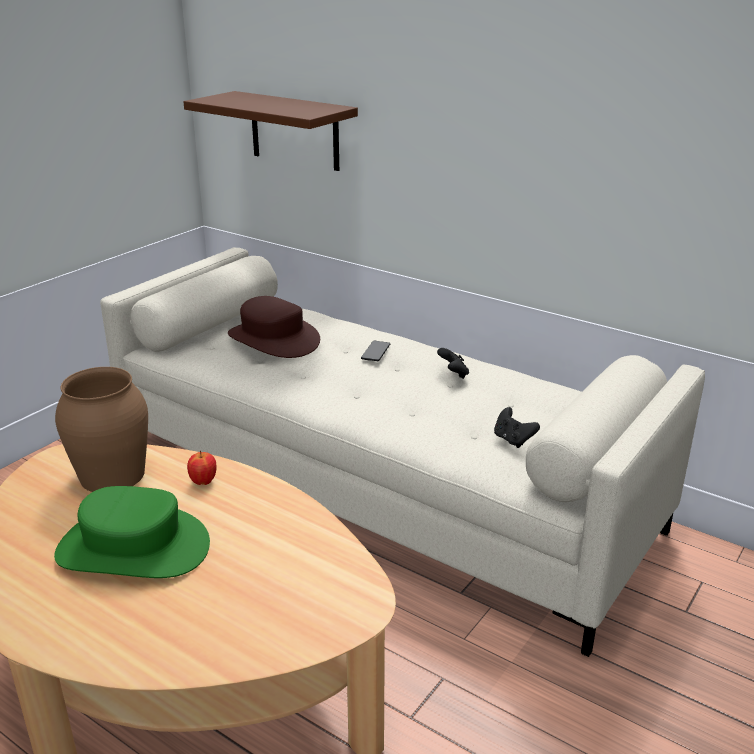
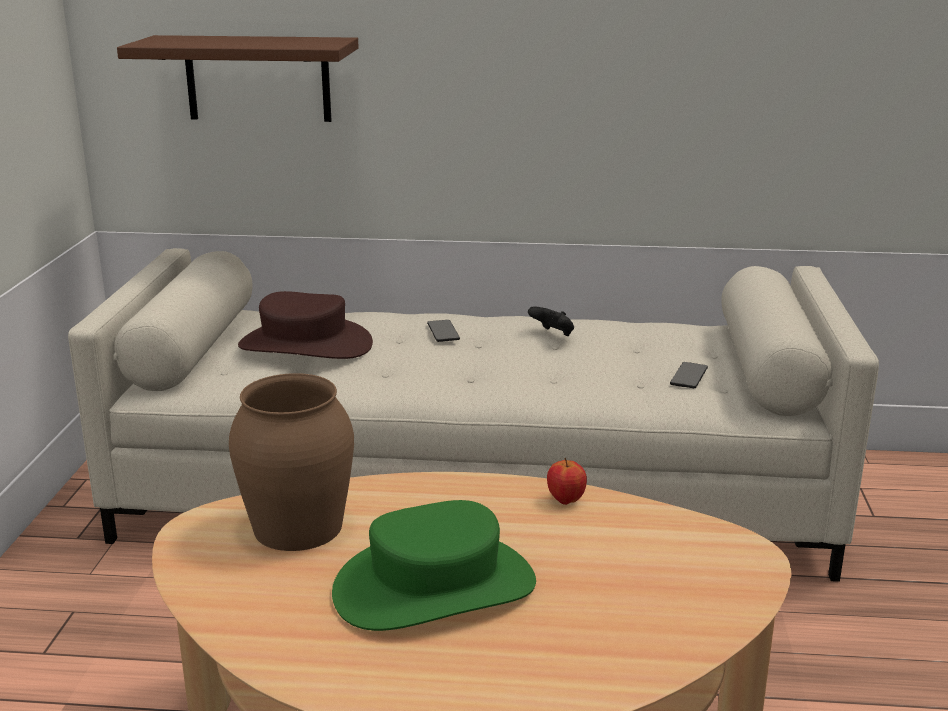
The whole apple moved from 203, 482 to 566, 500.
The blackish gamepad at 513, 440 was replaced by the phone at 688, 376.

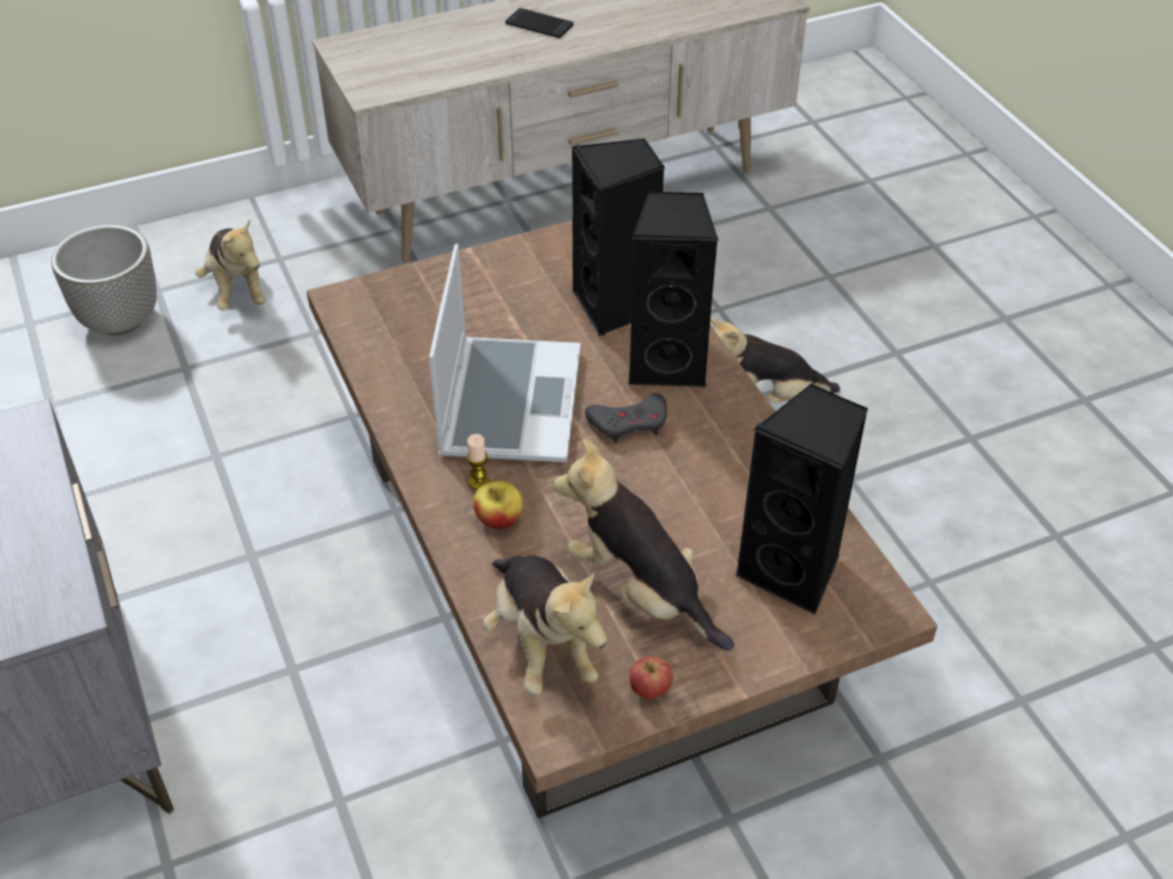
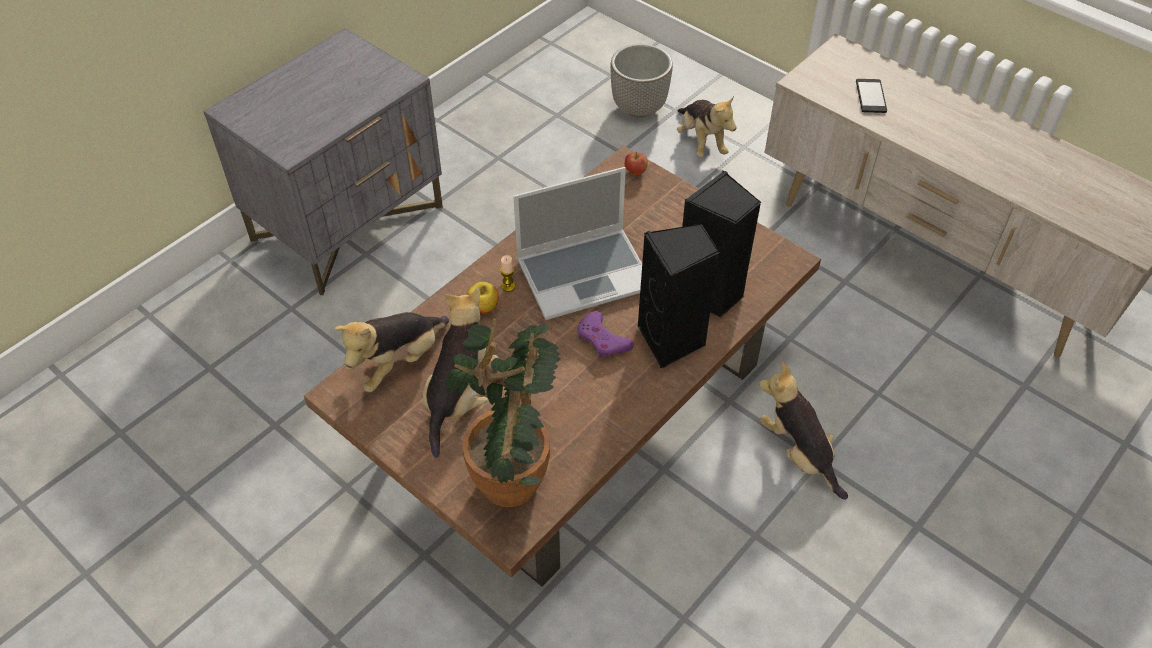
The cuddly toy at 237, 289 turned 60 degrees counterclockwise.
The phone moved from 539, 24 to 870, 96.
The grey gamepad at 629, 423 became the purple-coloured gamepad at 602, 339.
The whole apple moved from 650, 690 to 635, 171.
The blackish audio speaker at 794, 571 was replaced by the plant in a pot at 517, 471.

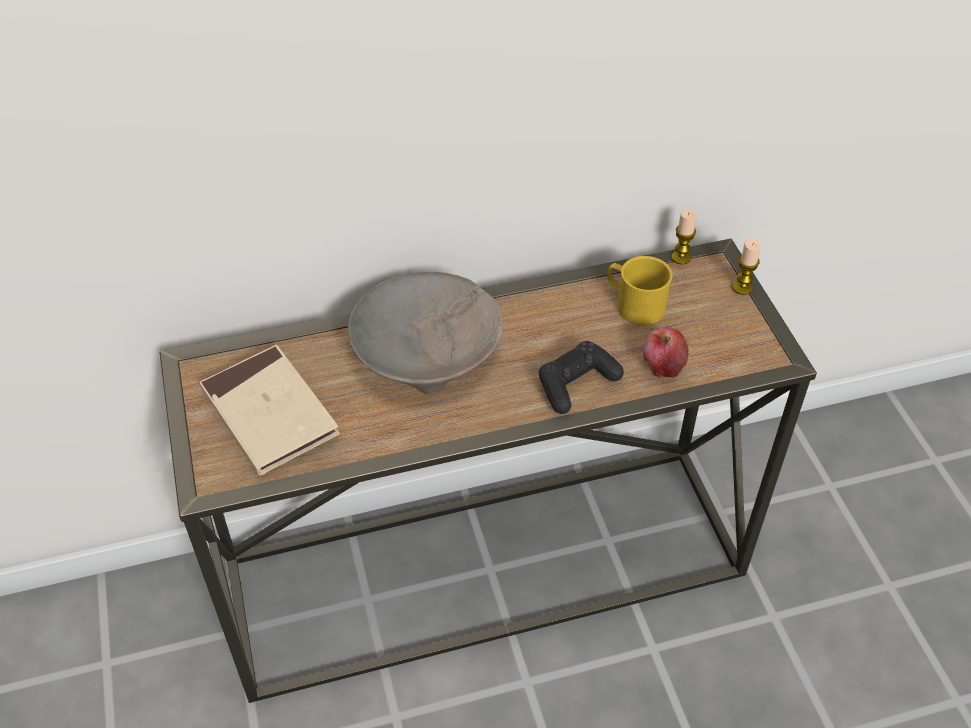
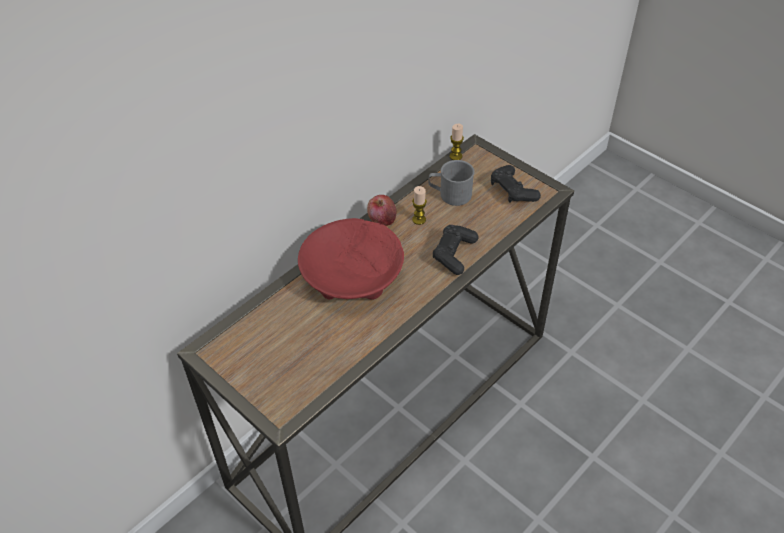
The beige-coloured bound book at 269, 414 disappeared.
The beige-coloured bowl at 425, 351 became the reddish bowl at 351, 275.
The yellowish coffee mug at 634, 304 became the grey coffee mug at 450, 194.
The whole apple moved from 663, 365 to 382, 220.
The wax candle moved from 742, 288 to 419, 219.
The blackish gamepad at 512, 191 appeared.

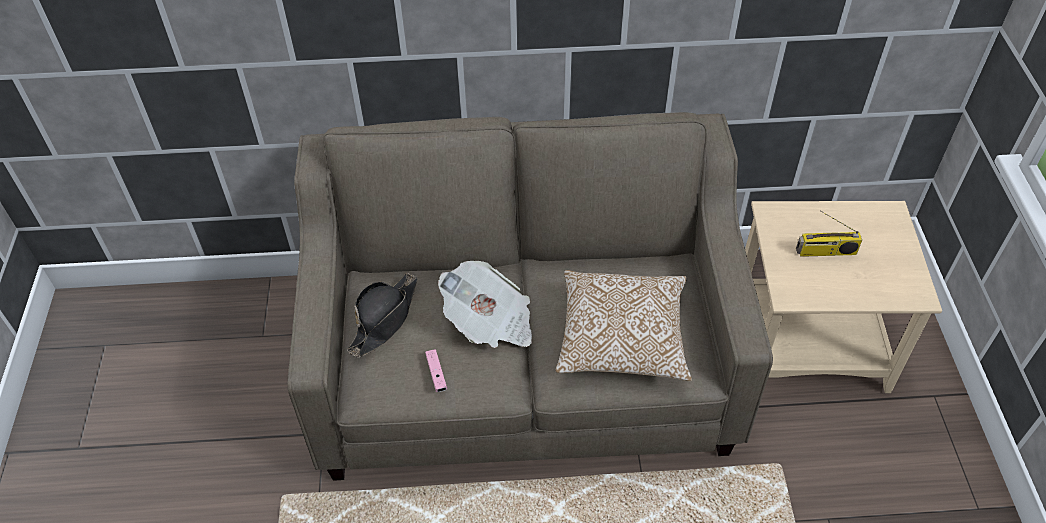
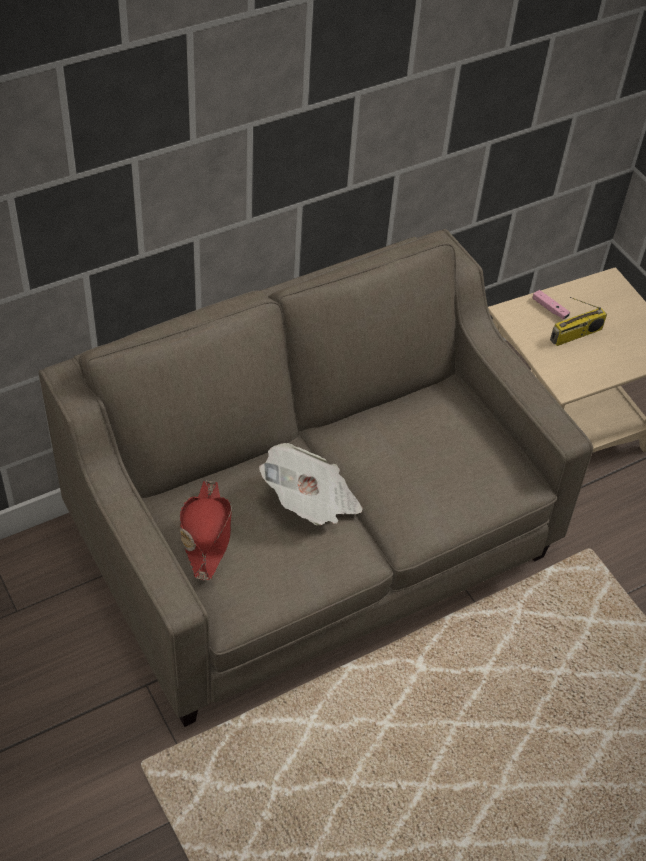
The blackish wearable hat at 384, 318 became the reddish wearable hat at 206, 534.
The pink gamepad moved from 436, 374 to 550, 308.
The pillow at 621, 338 disappeared.

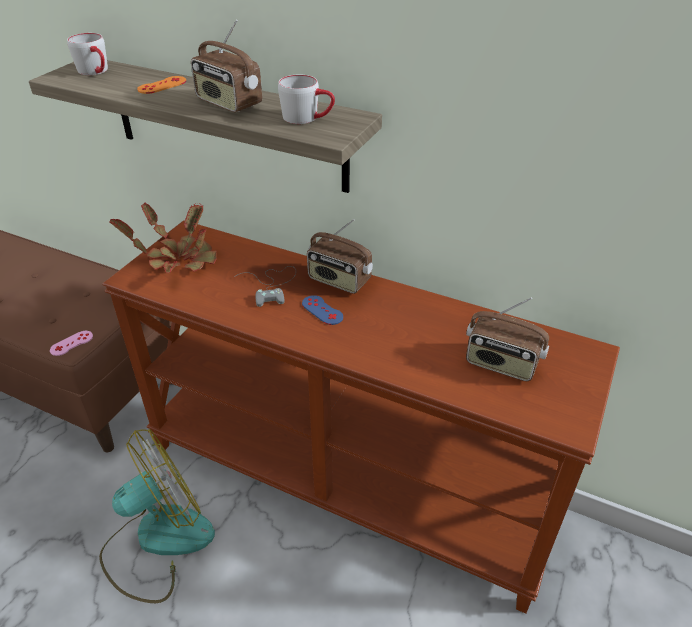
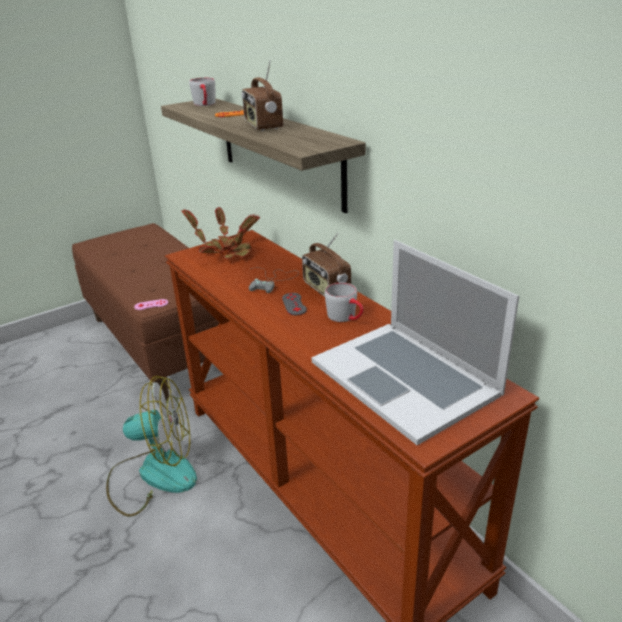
The grey coffee mug moved from 308, 118 to 346, 317.
The bluish gamepad at 322, 310 became the grey gamepad at 294, 304.
The radio receiver at 501, 364 was replaced by the portable computer at 405, 377.

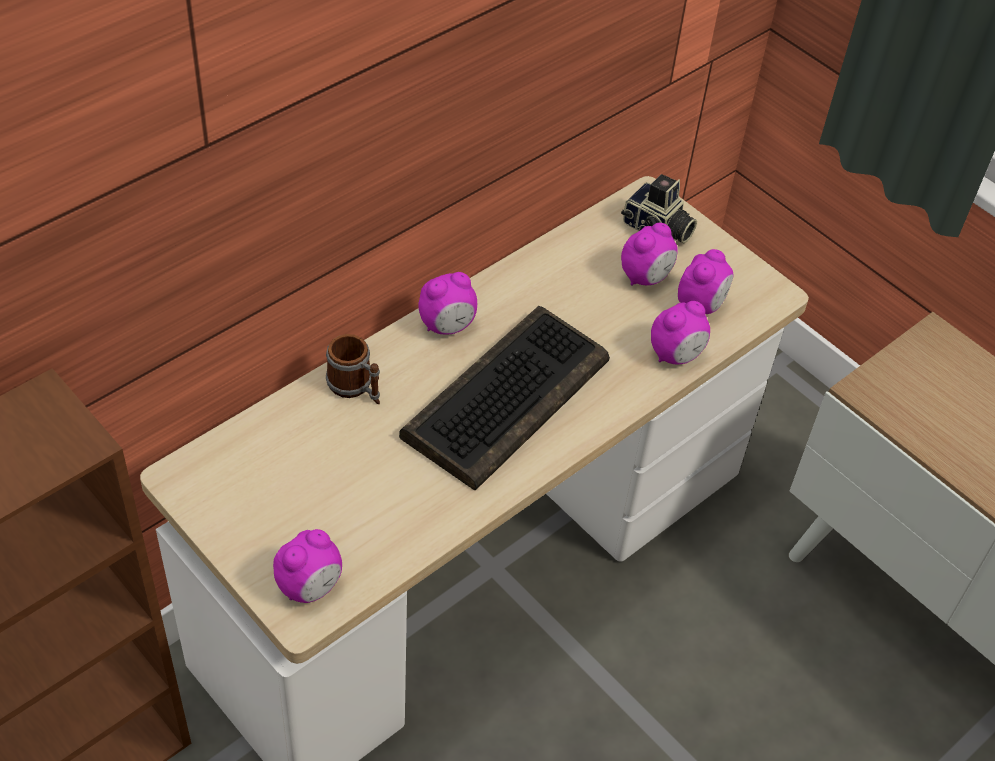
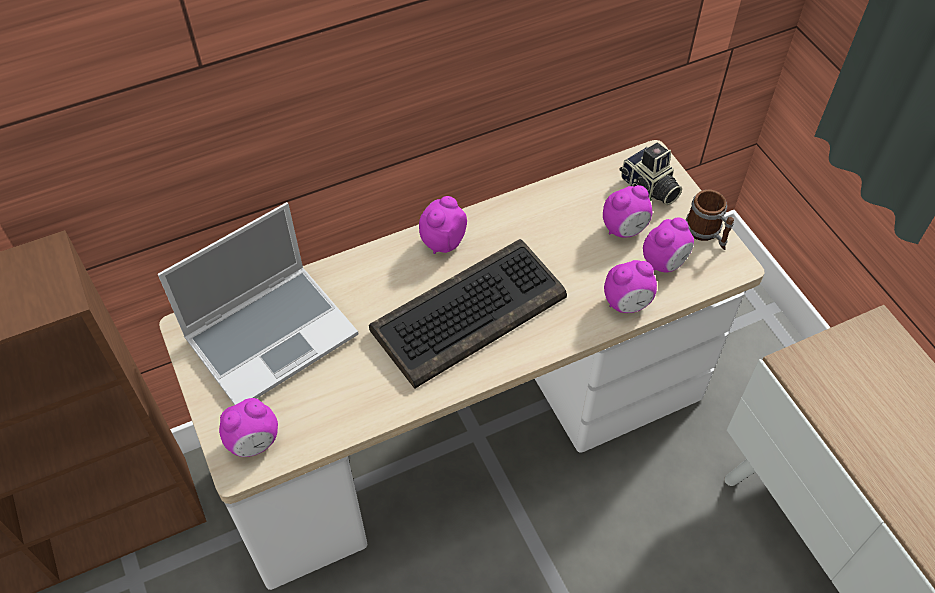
The coffee mug moved from 355, 388 to 707, 233.
The bedside clock at 447, 326 turned 135 degrees clockwise.
The portable computer at 272, 335 appeared.

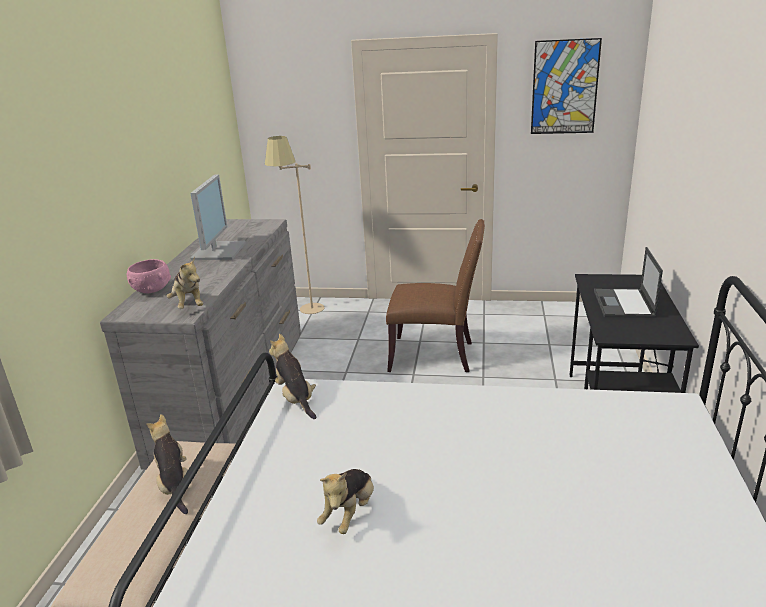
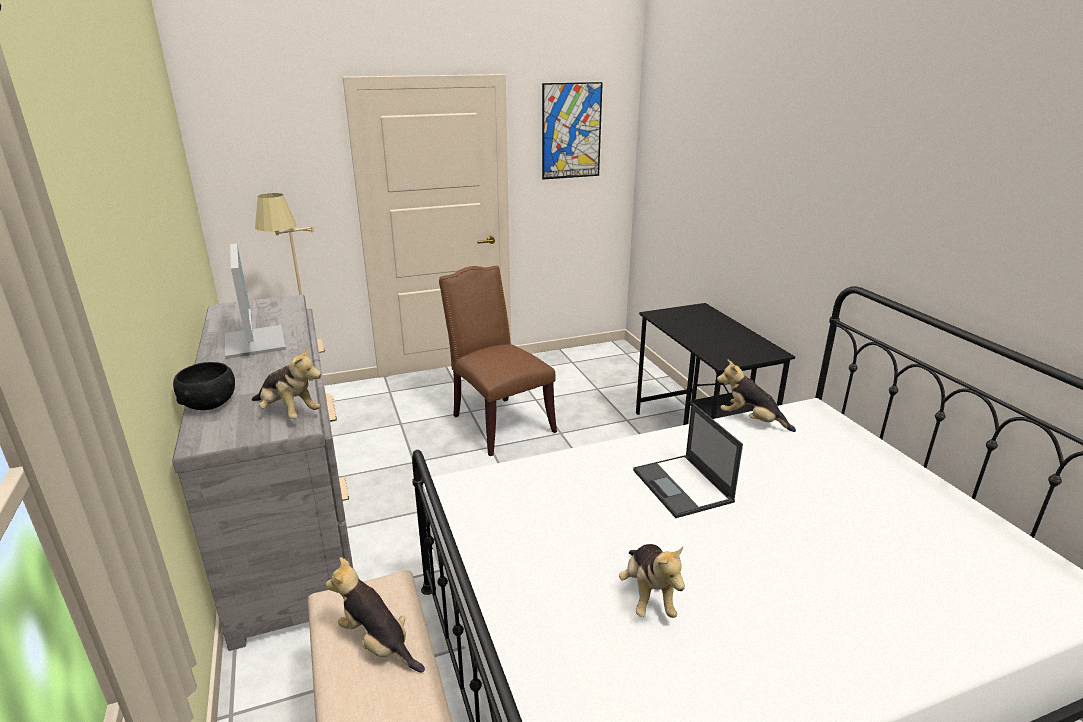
The pink bowl at 151, 290 became the blackish bowl at 210, 404.
The cuddly toy moved from 296, 399 to 751, 421.
The brown-coloured upright chair at 435, 355 turned 105 degrees counterclockwise.
The portable computer moved from 624, 304 to 683, 486.

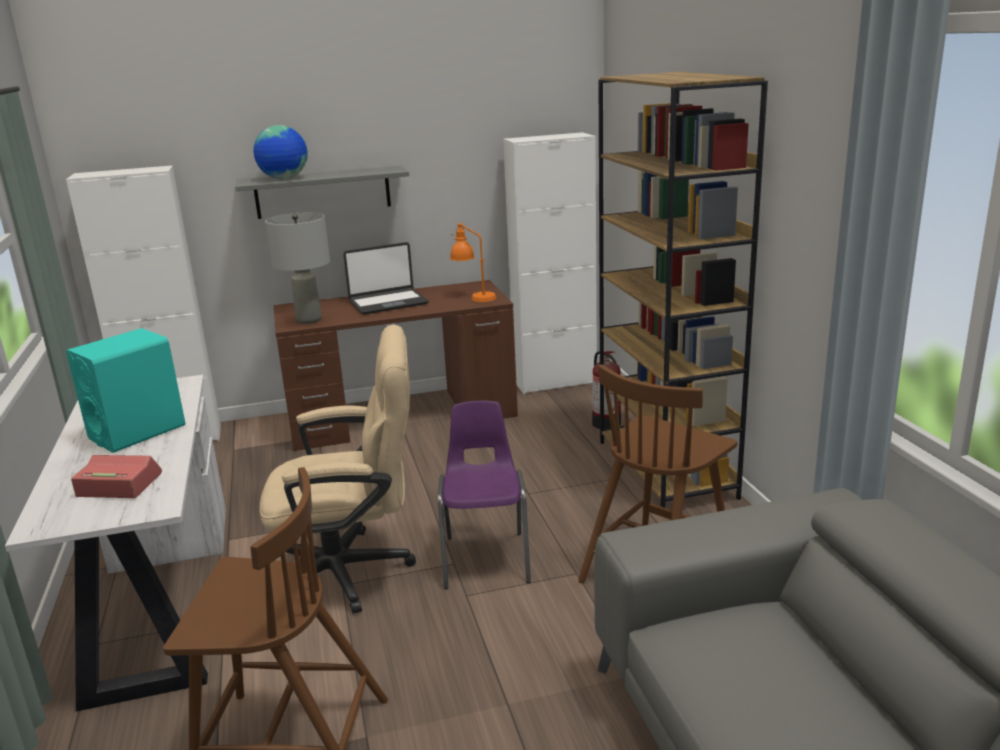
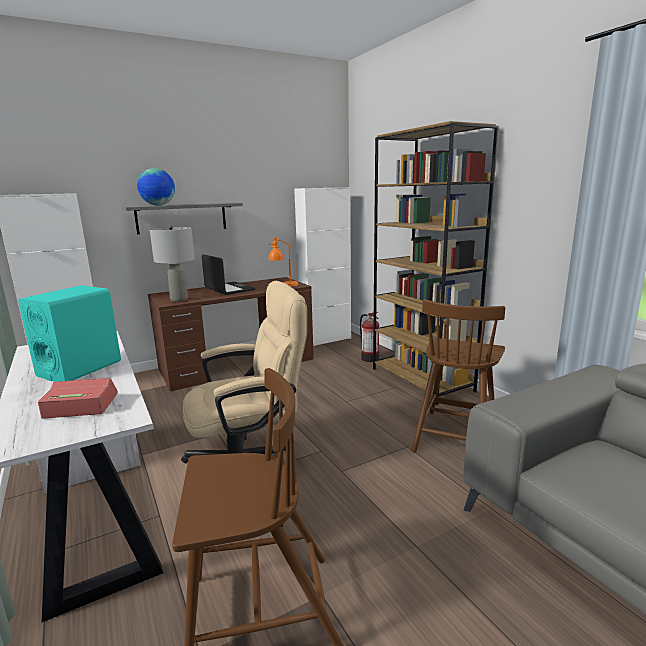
The portable computer at 388, 303 turned 90 degrees counterclockwise.
The purple-coloured upright chair at 486, 558 disappeared.

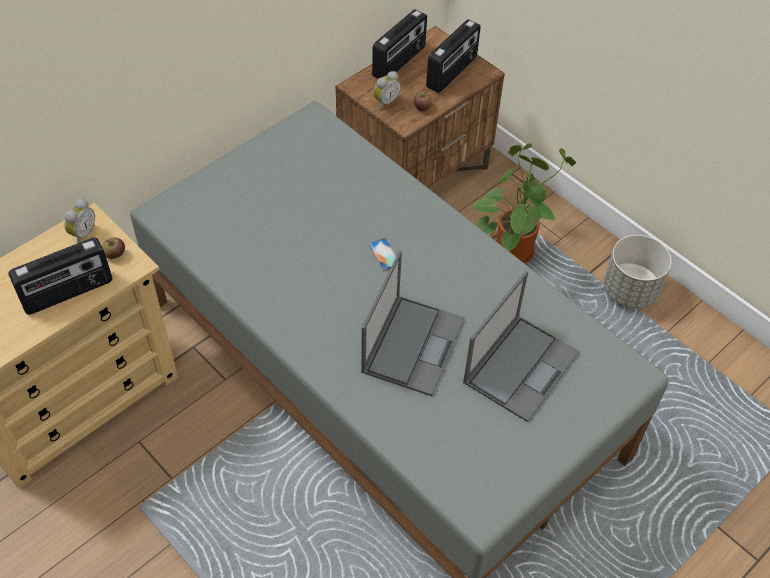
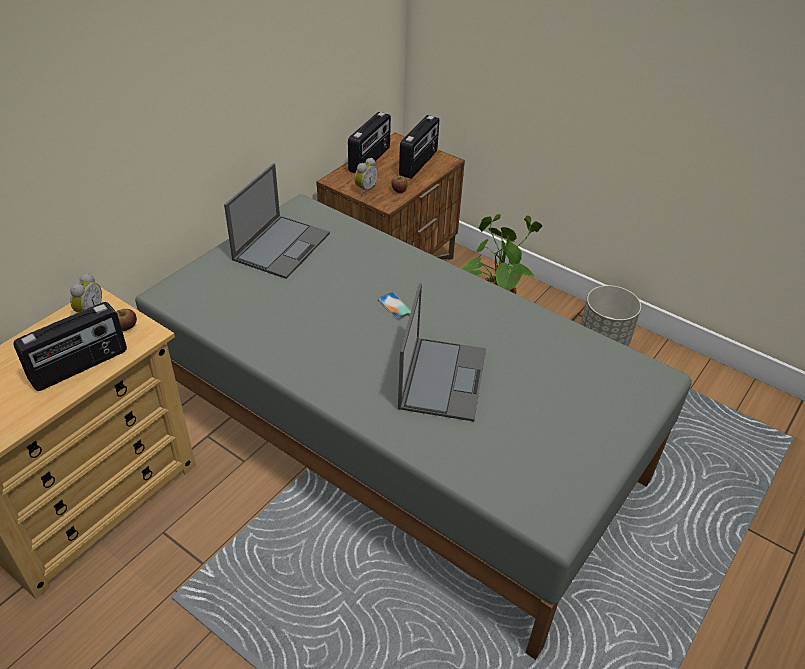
The portable computer moved from 521, 366 to 282, 246.

